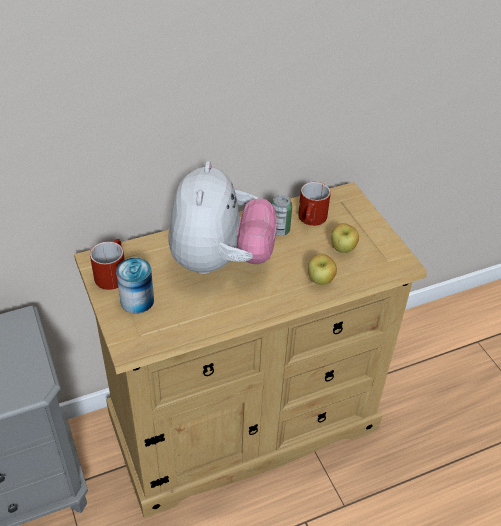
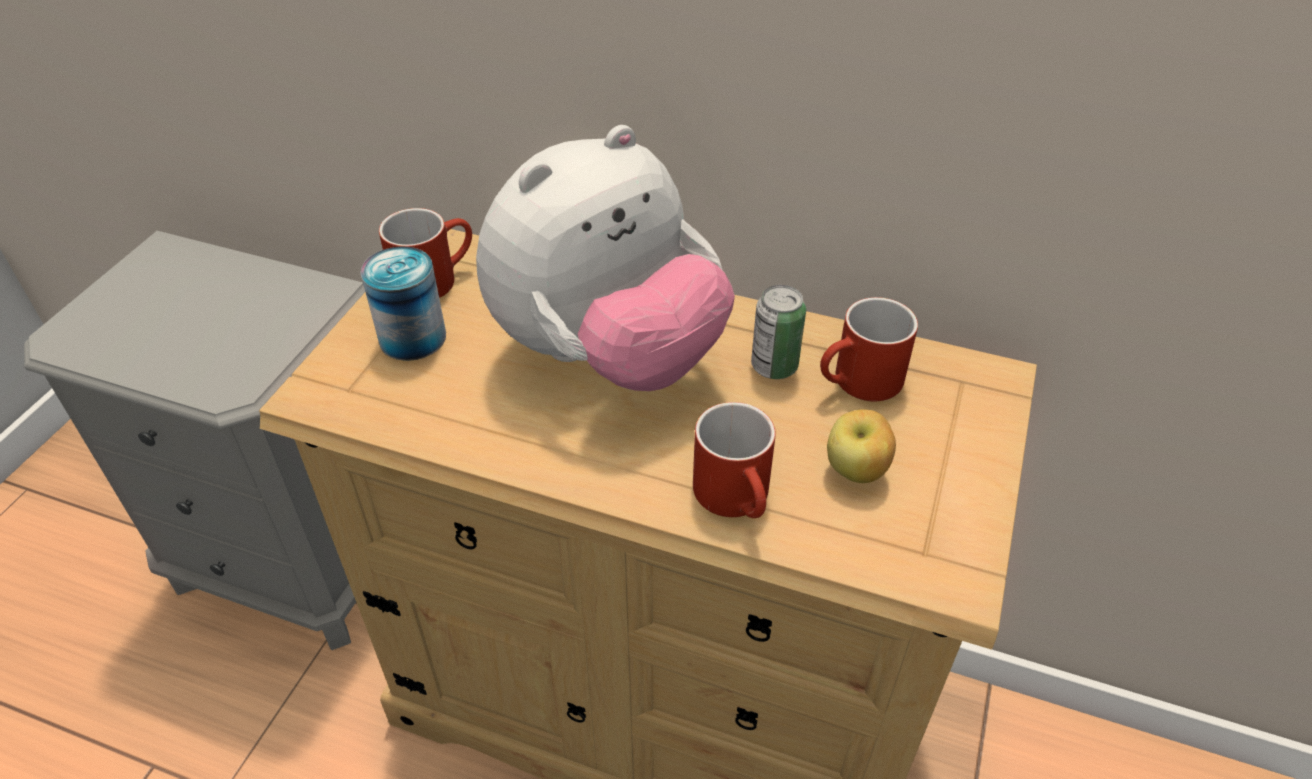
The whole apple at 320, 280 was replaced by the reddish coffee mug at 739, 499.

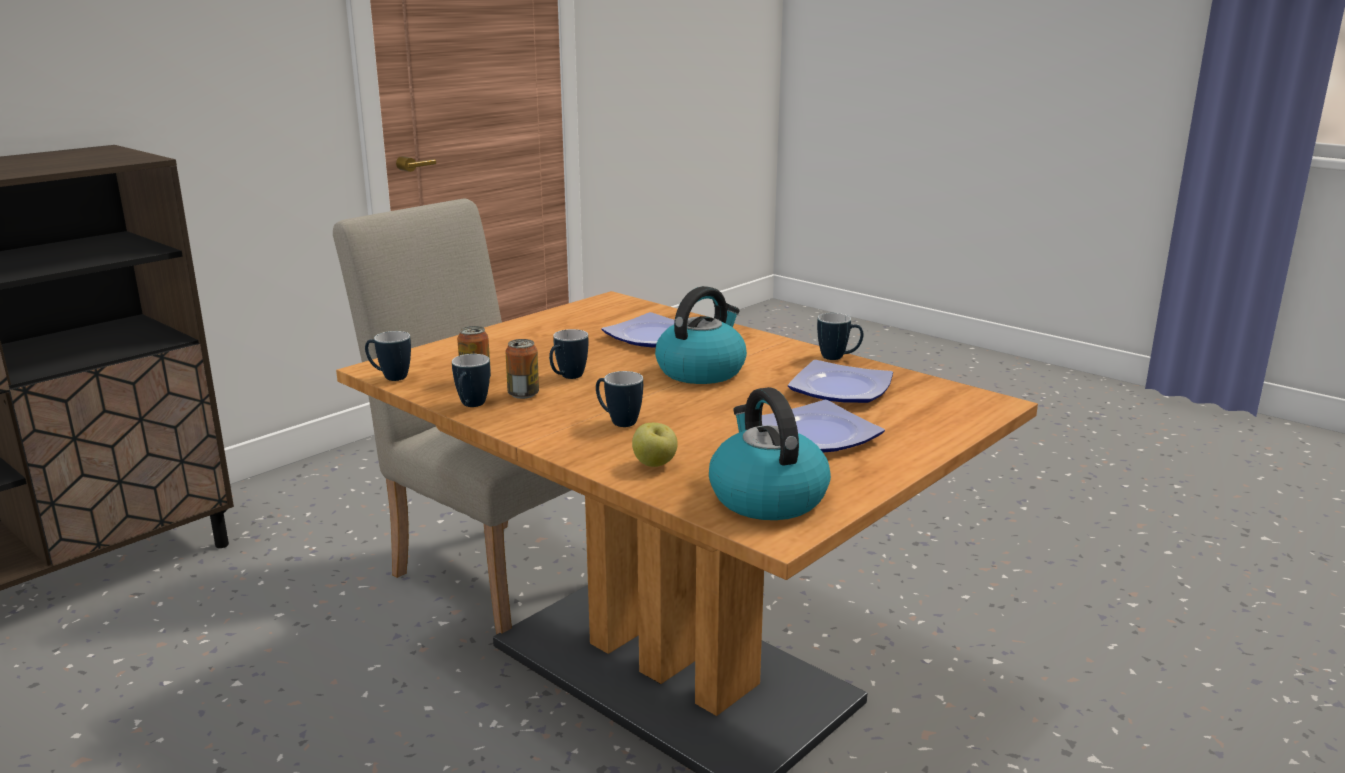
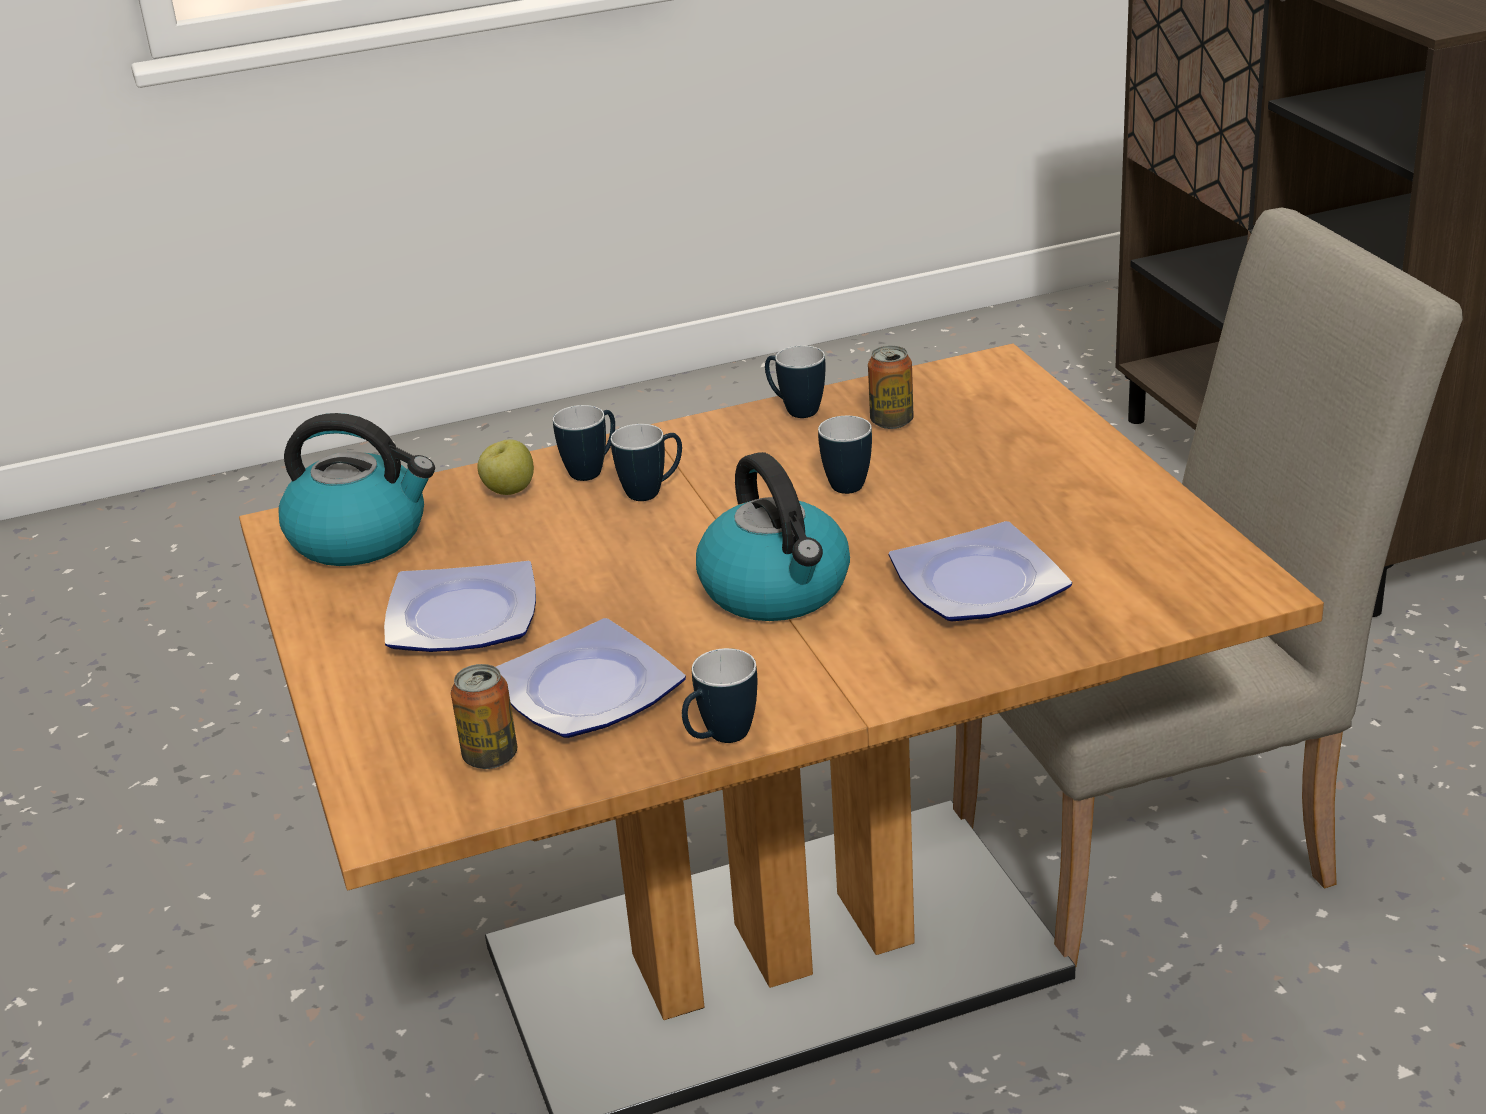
The coffee mug moved from 389, 377 to 592, 470.
The metal can moved from 523, 394 to 490, 756.

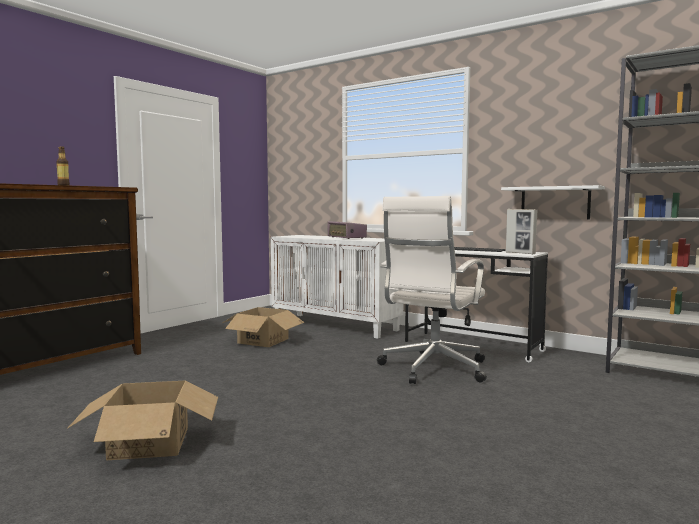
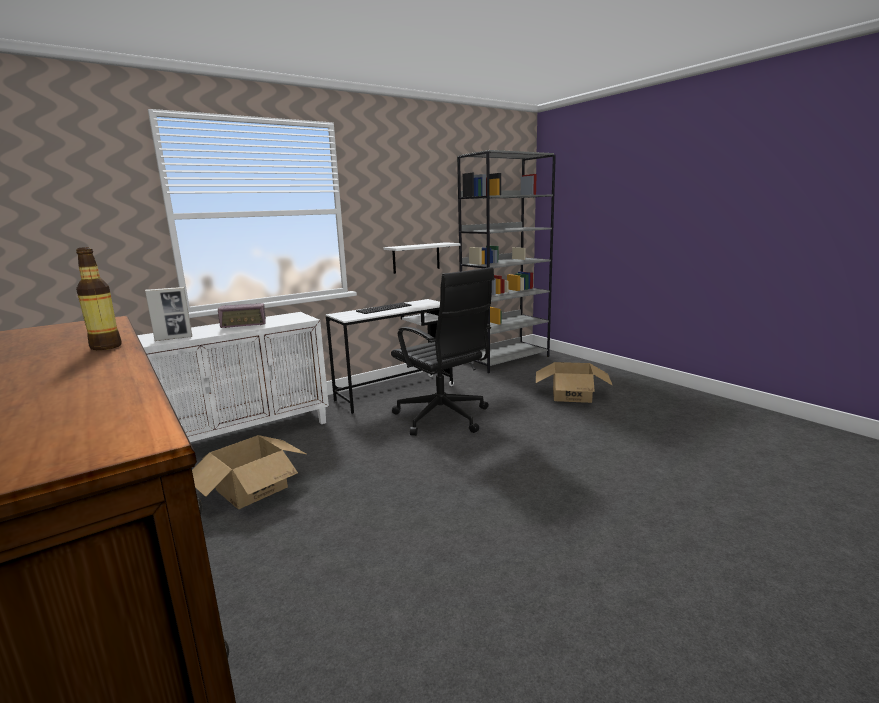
The cardboard box moved from 149, 443 to 572, 395.
The white-coloured desk chair at 432, 369 became the blackish desk chair at 443, 418.
The standing frame moved from 520, 253 to 174, 338.

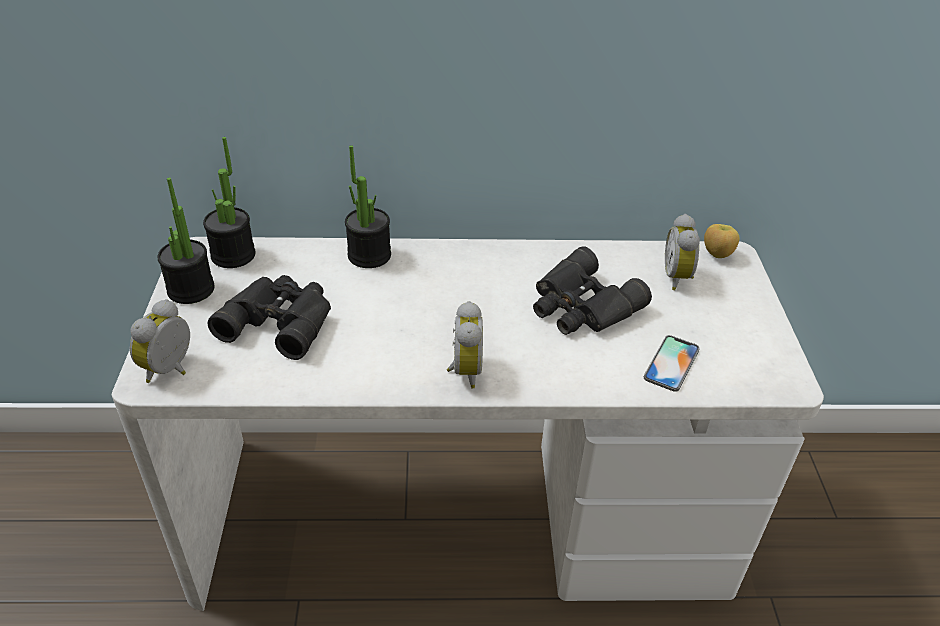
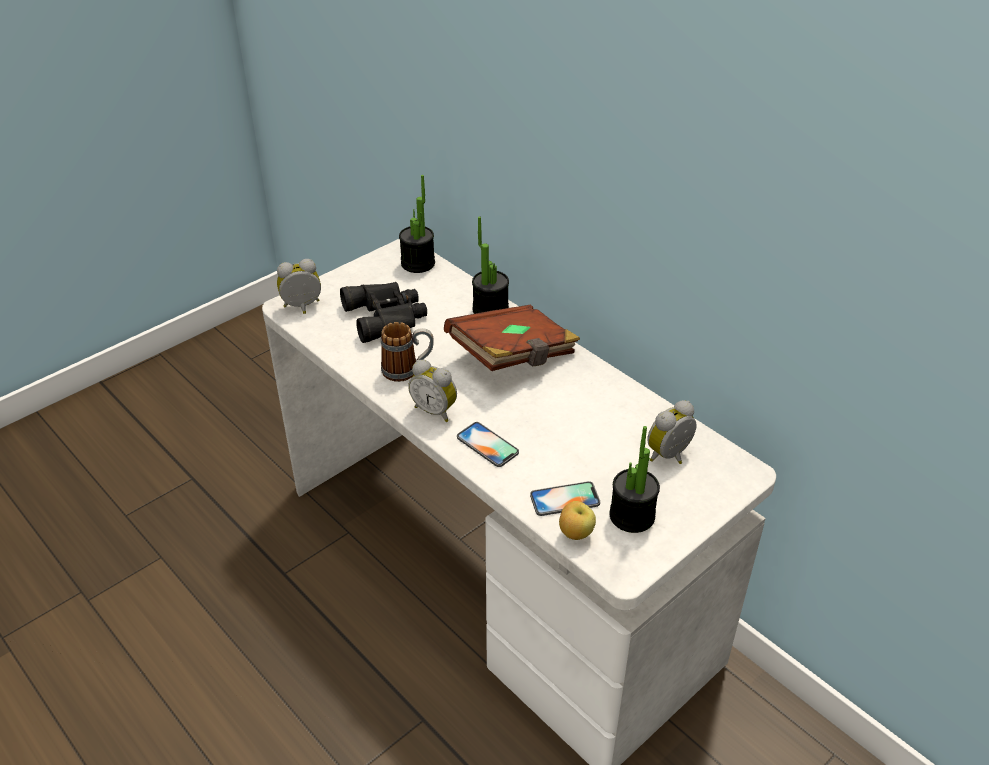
The plant in a pot moved from 191, 289 to 632, 516.
The bedside clock at 463, 371 turned 75 degrees clockwise.
The blackish field glasses at 581, 306 disappeared.
The whole apple moved from 717, 254 to 575, 533.
The coffee mug at 408, 370 appeared.
The brown-coloured bound book at 513, 356 appeared.
The phone at 487, 445 appeared.

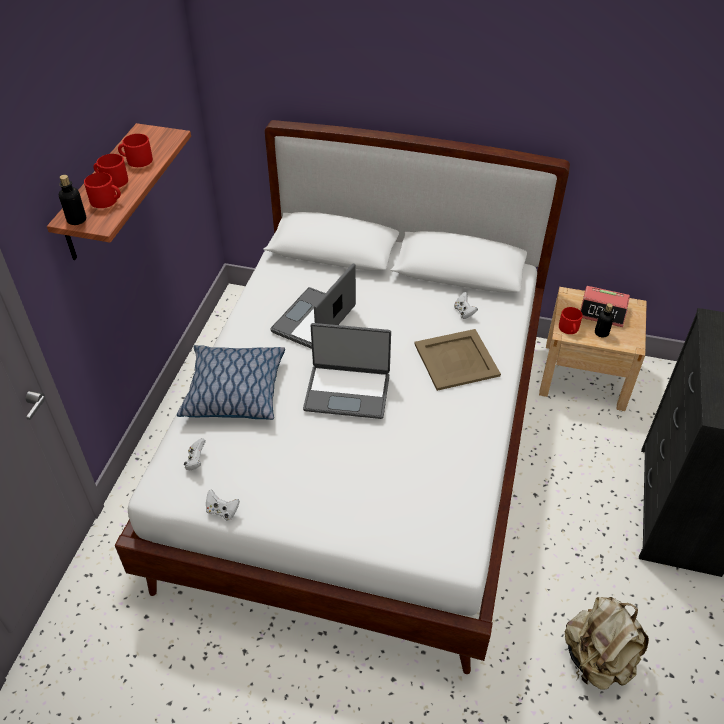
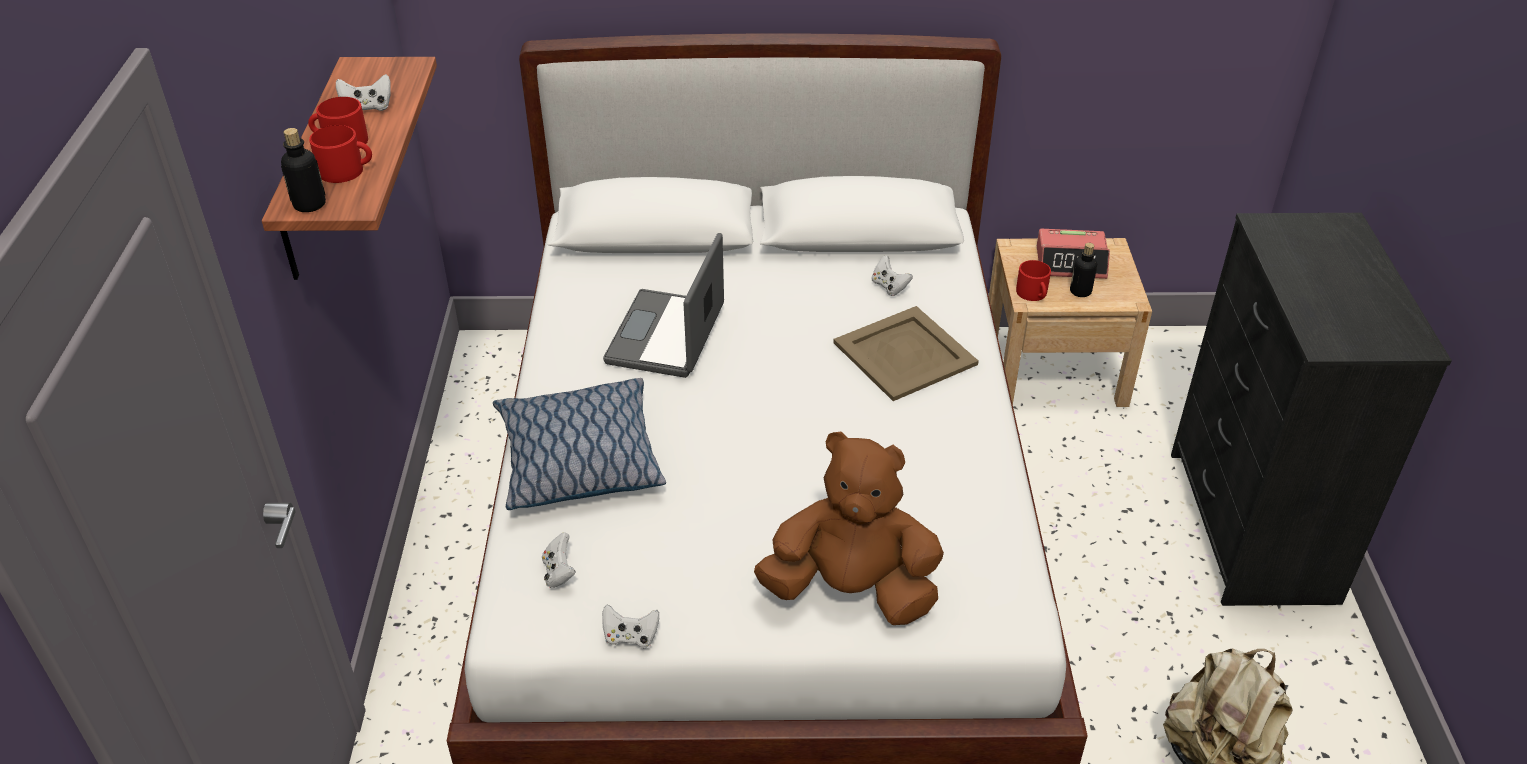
The reddish coffee mug at 136, 160 was replaced by the white-coloured gamepad at 367, 108.
The portable computer at 347, 391 disappeared.
The brown-coloured cuddly toy at 851, 590 appeared.

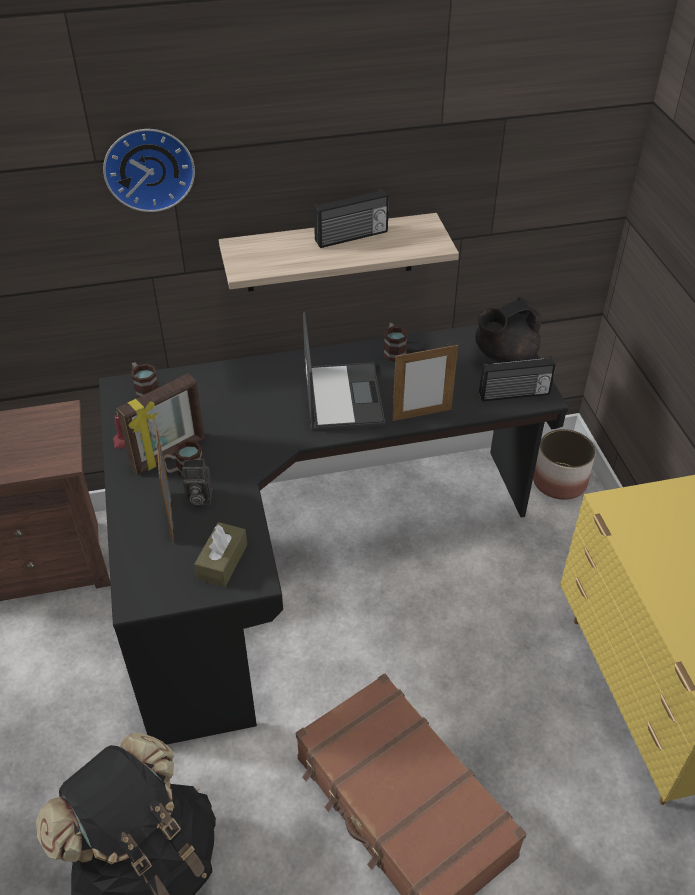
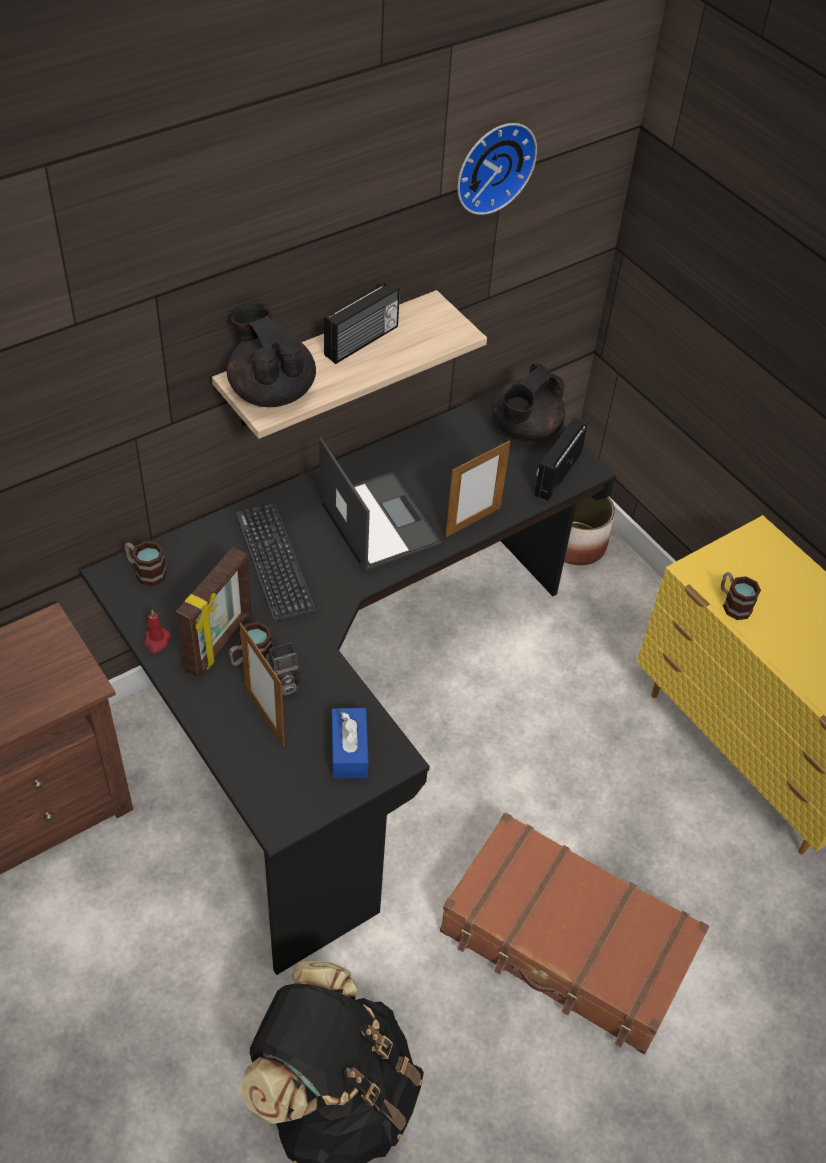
The wall clock moved from 149, 167 to 492, 165.
The brown-coloured tissue box at 222, 562 became the bluish tissue box at 349, 750.
The coffee mug moved from 393, 351 to 733, 604.
The radio receiver at 514, 394 turned 150 degrees clockwise.
The blackish pot for tea at 271, 391 appeared.
The computer keyboard at 274, 562 appeared.

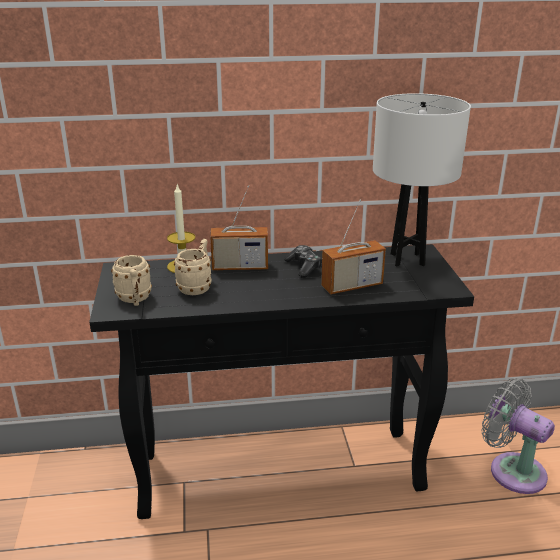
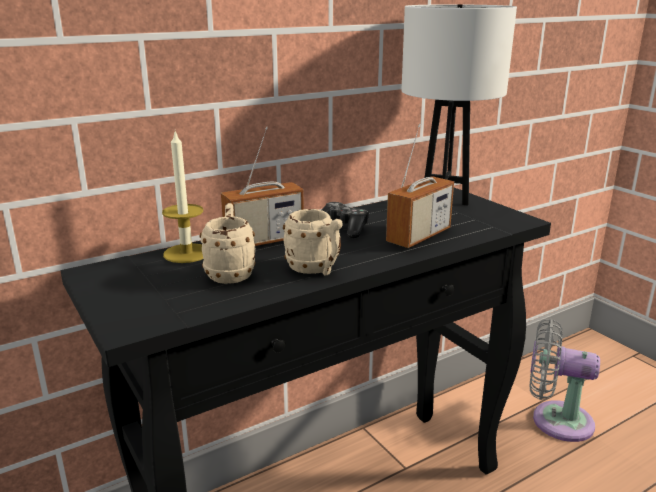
The beige-coloured coffee mug moved from 135, 300 to 316, 270.

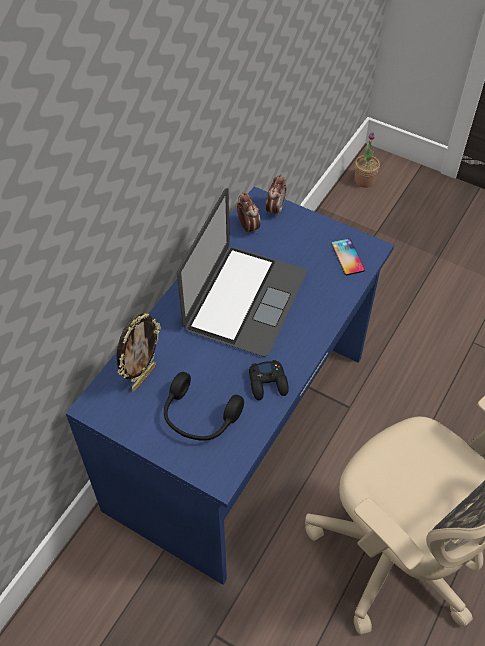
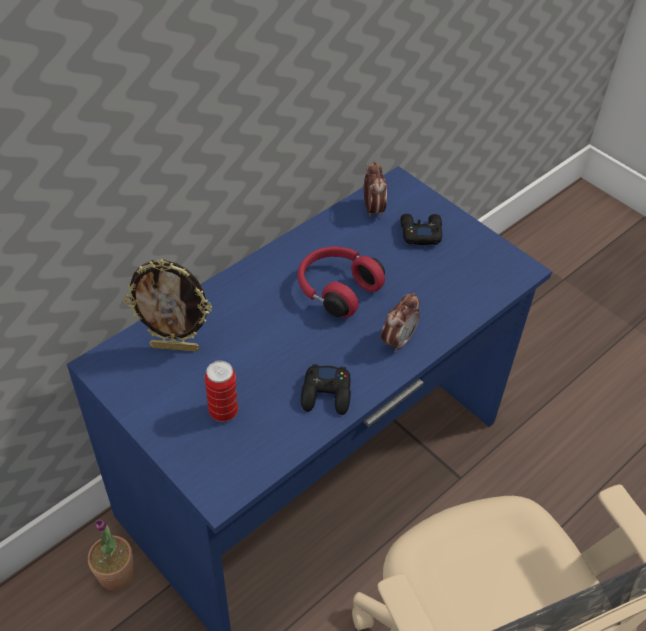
The standing frame at 143, 377 turned 45 degrees clockwise.
The blackish pair of headphones at 199, 417 was replaced by the metal can at 223, 411.
The portable computer at 245, 299 was replaced by the reddish pair of headphones at 336, 289.
The bedside clock moved from 275, 209 to 398, 340.
The phone at 347, 257 disappeared.
The plant in a pot moved from 364, 181 to 116, 574.
The blackish gamepad at 420, 232 appeared.

